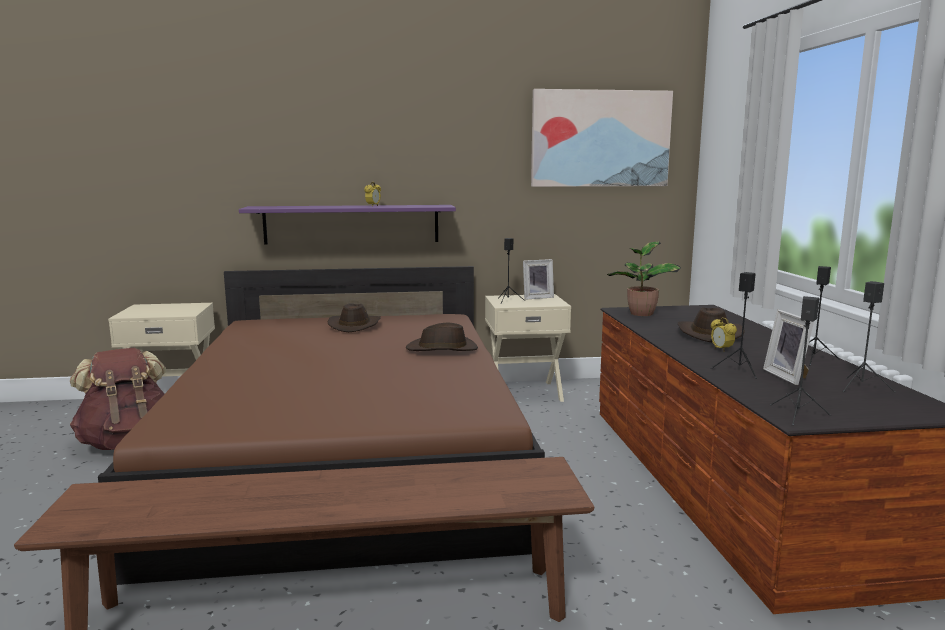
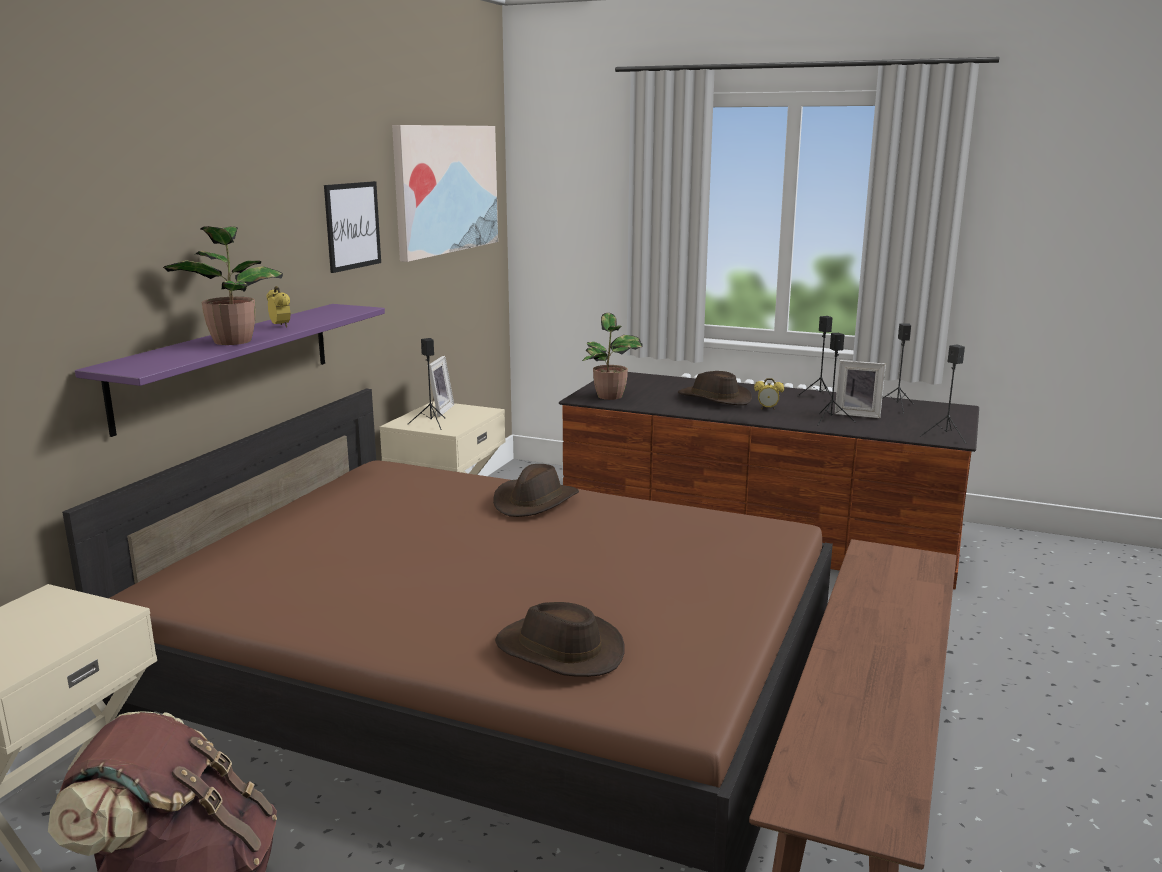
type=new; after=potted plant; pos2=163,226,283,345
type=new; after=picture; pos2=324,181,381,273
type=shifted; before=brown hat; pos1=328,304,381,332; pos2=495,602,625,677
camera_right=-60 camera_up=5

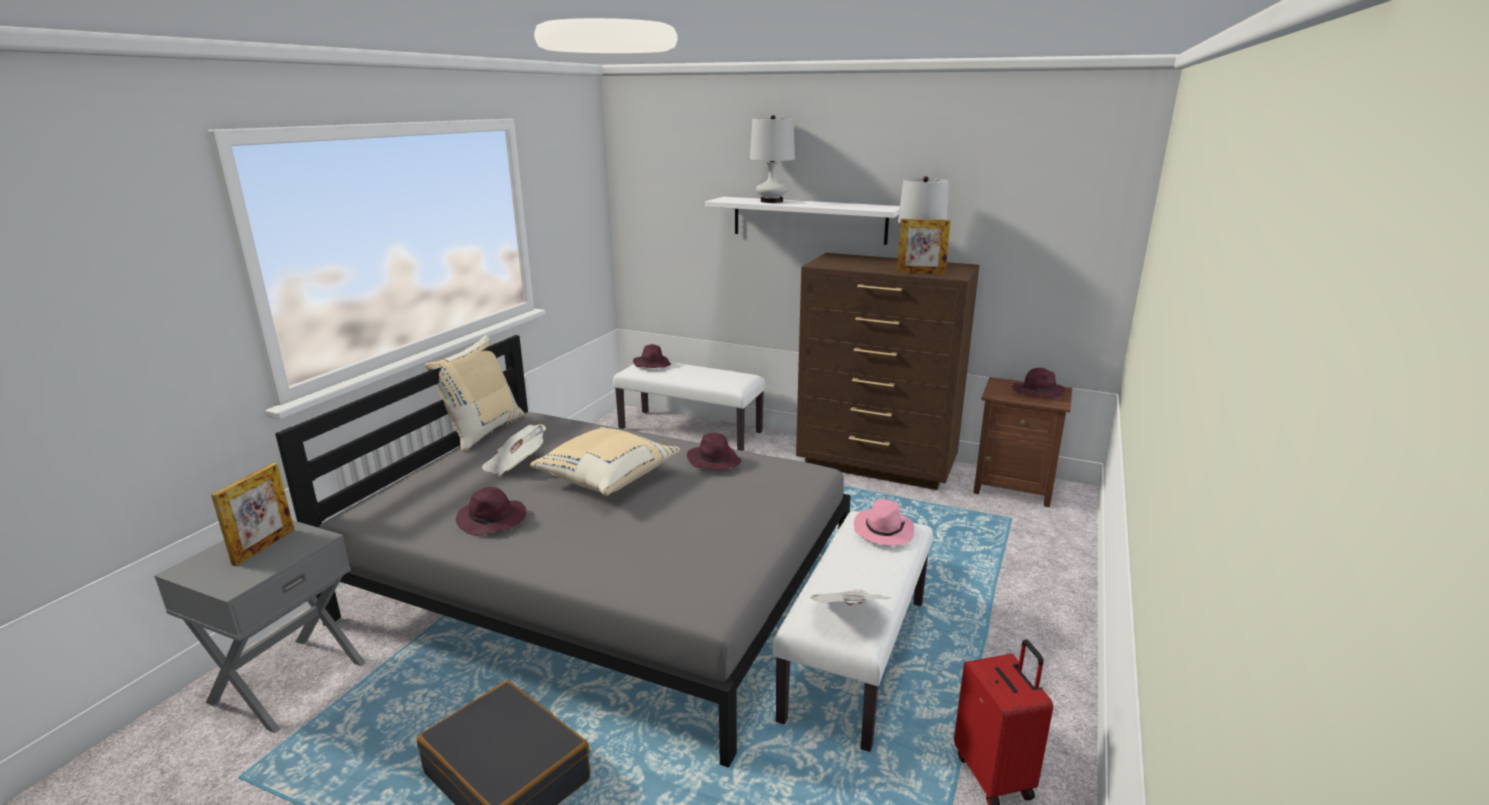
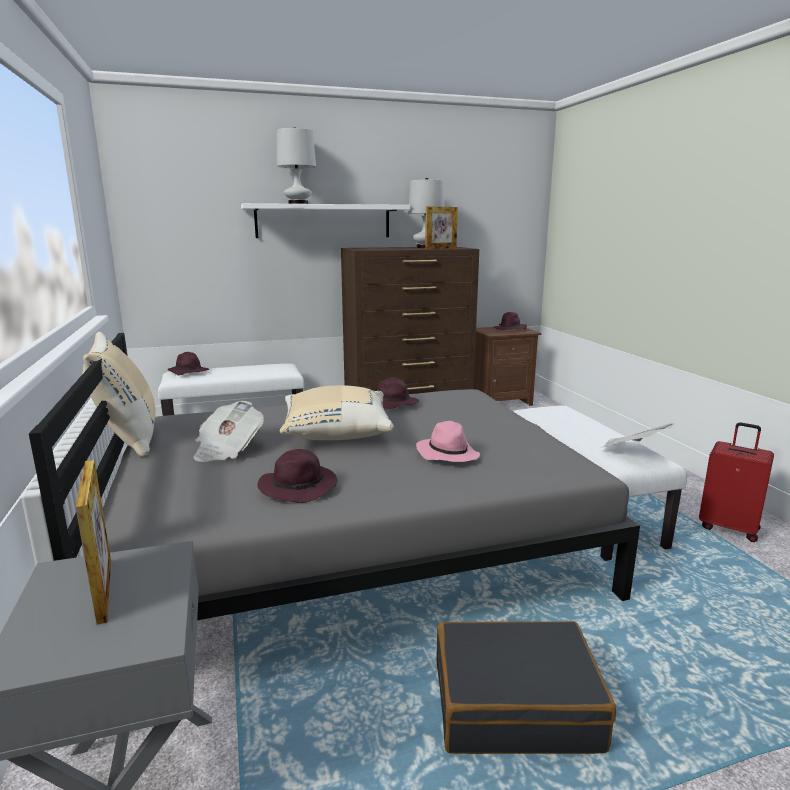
type=shifted; before=pink hat; pos1=854,499,914,546; pos2=416,421,480,462
camera_right=-40 camera_up=-5

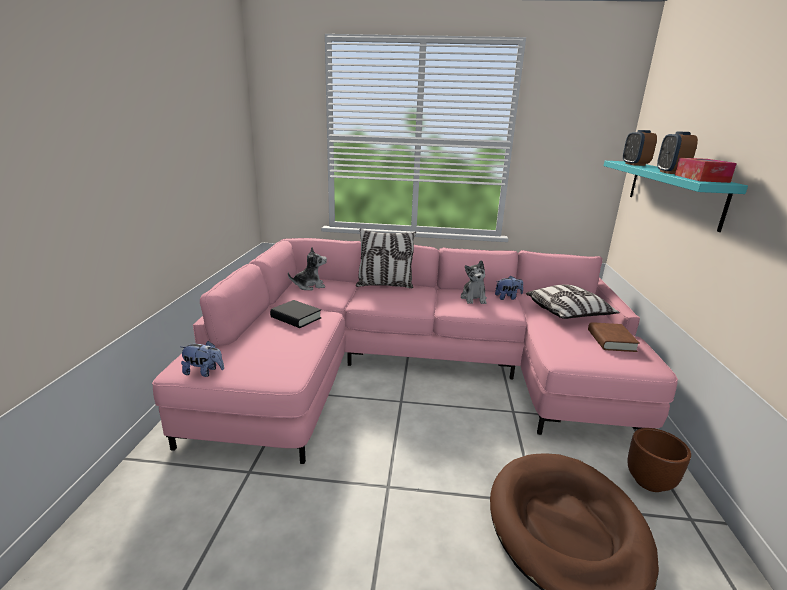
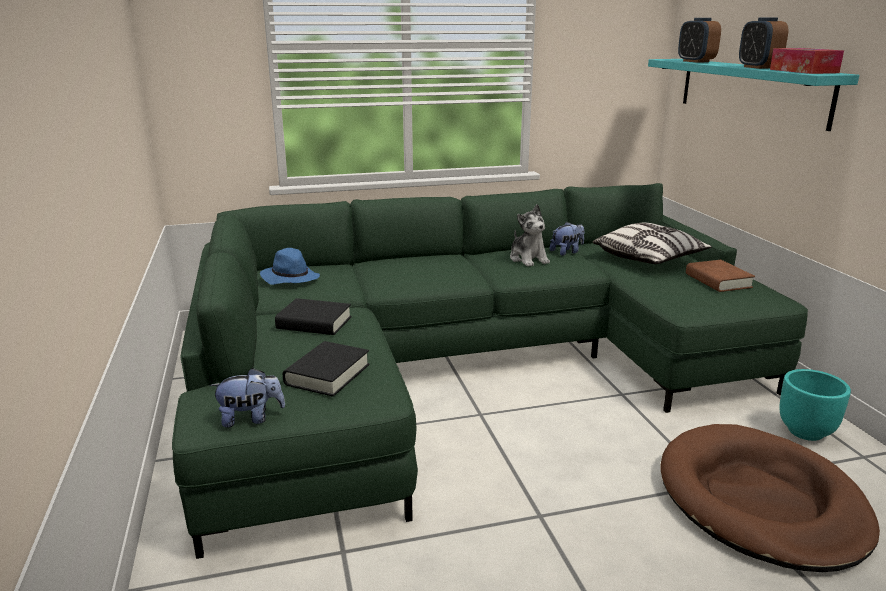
type=repainted; before=pink sofa; after=green sofa; pos1=152,238,678,464; pos2=172,183,808,559
type=swapped; before=plush toy; after=blue hat; pos1=288,247,327,290; pos2=260,248,320,285
type=new; after=black book; pos2=283,341,370,397
type=repainted; before=brown planter; after=turquoise planter; pos1=627,428,691,492; pos2=779,369,851,441
type=gone; before=pillow; pos1=356,228,416,288
camera_right=-20 camera_up=0

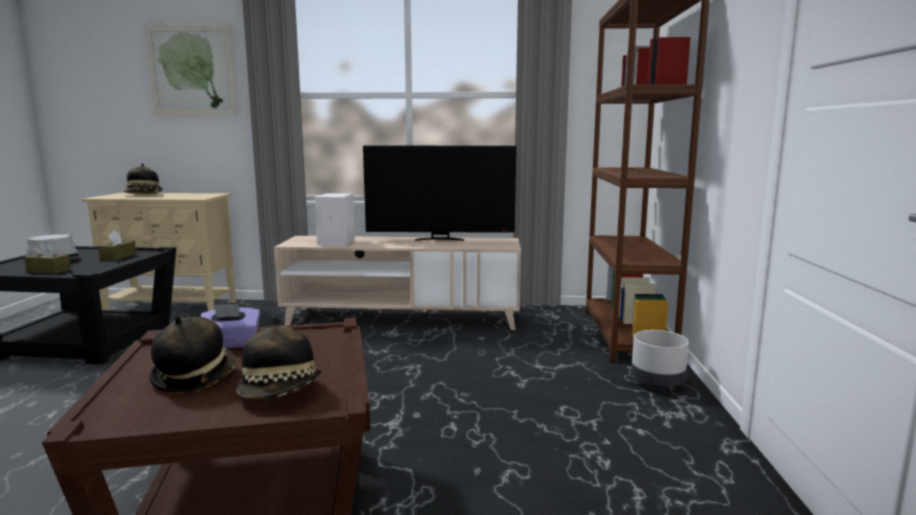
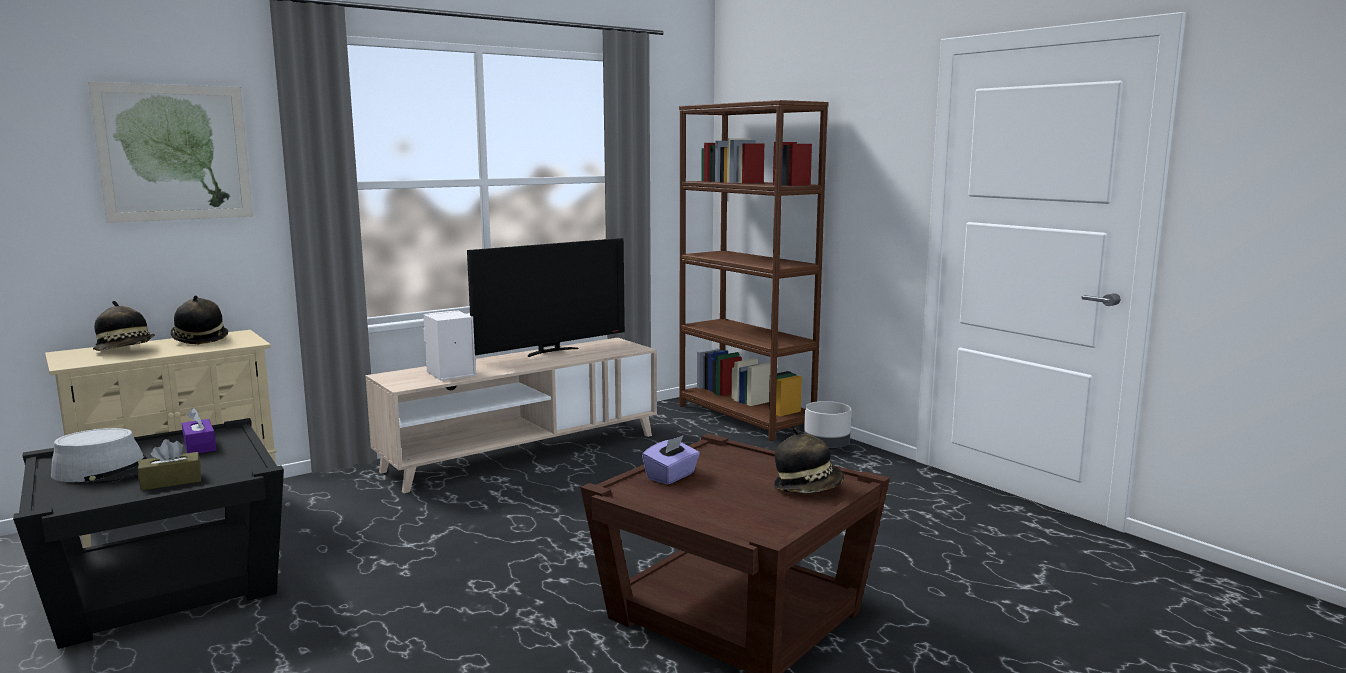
type=shifted; before=hat; pos1=149,316,237,394; pos2=170,295,228,344
type=repainted; before=brown tissue box; after=purple tissue box; pos1=98,230,136,260; pos2=182,408,216,453
camera_right=-40 camera_up=0

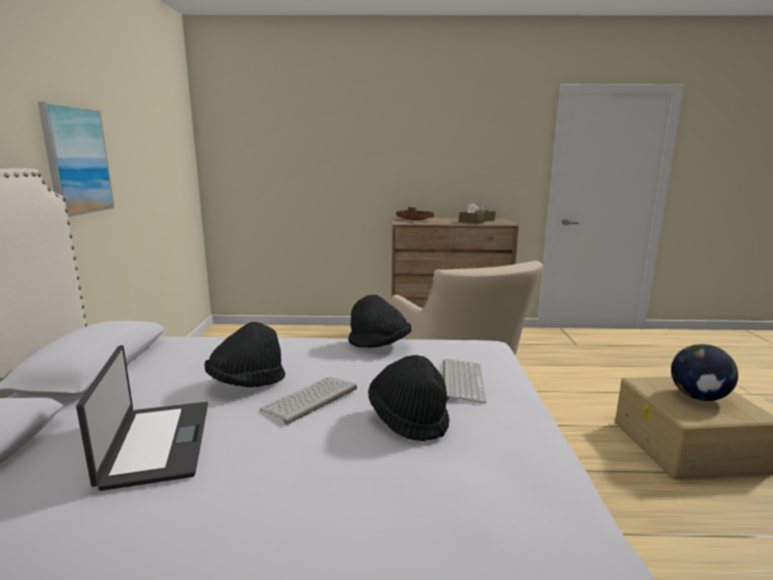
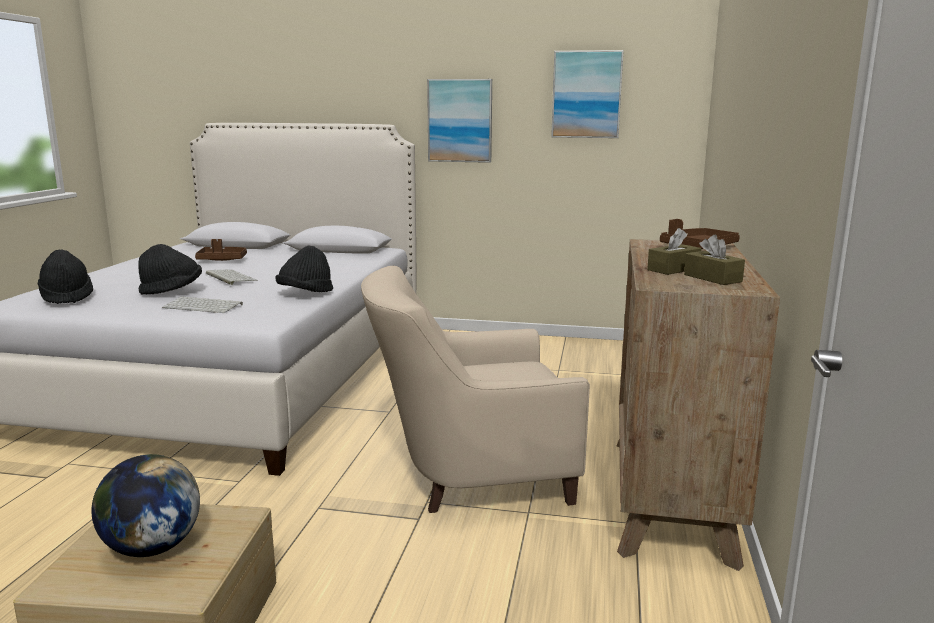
type=shifted; before=black hat; pos1=204,322,285,387; pos2=38,250,93,304
type=swapped; before=laptop; after=brown tray; pos1=76,345,208,491; pos2=195,239,247,261
type=new; after=picture; pos2=551,50,624,138
camera_right=100 camera_up=0

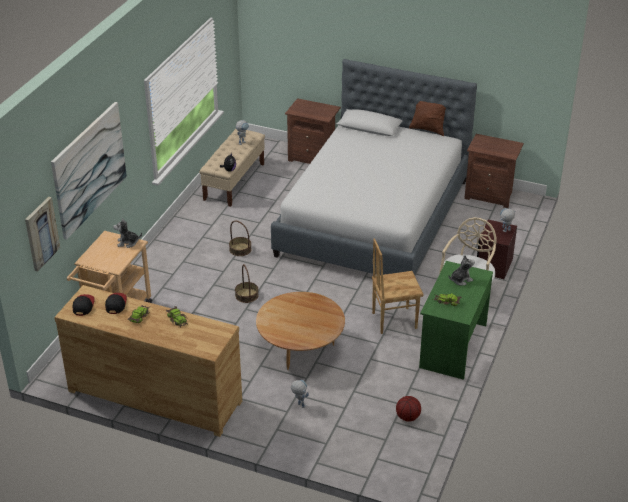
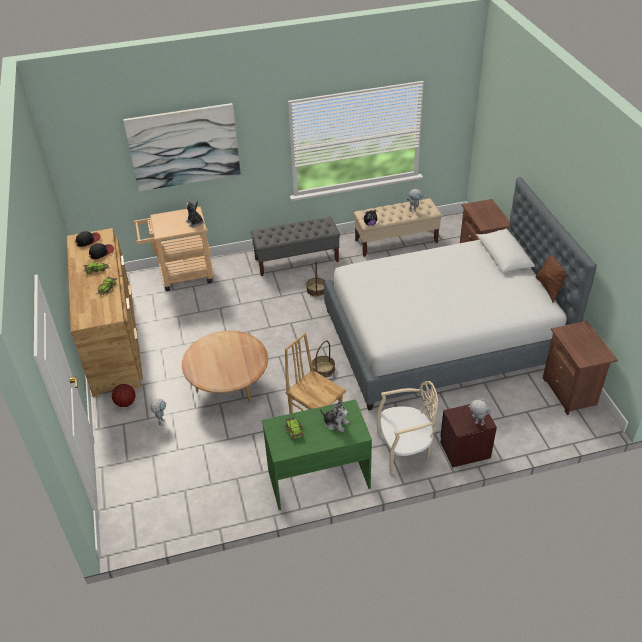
type=shifted; before=basketball; pos1=396,396,421,422; pos2=112,384,136,407
type=new; after=grey bench; pos2=251,217,340,276
type=shifted; before=basket; pos1=235,264,259,303; pos2=312,341,335,378
type=gone; before=picture; pos1=25,197,60,271
camera_right=55 camera_up=5

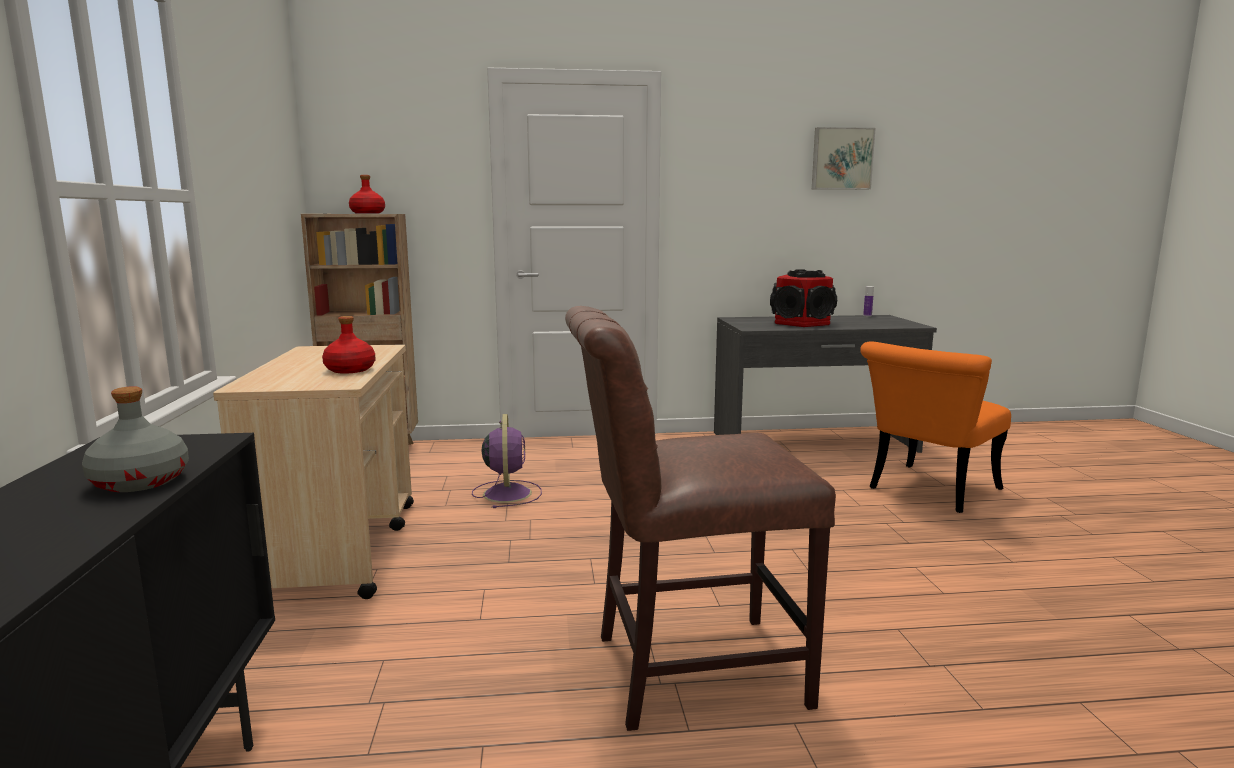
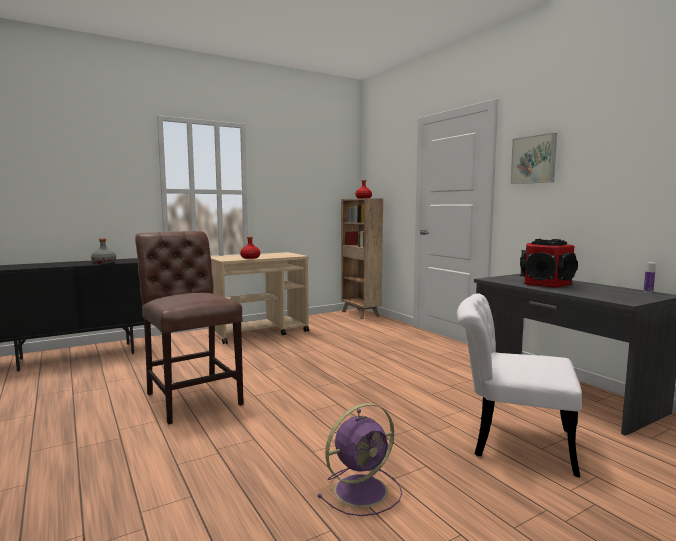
type=shifted; before=purple fan; pos1=472,414,542,508; pos2=317,403,402,516
type=repainted; before=orange chair; after=white chair; pos1=860,341,1011,513; pos2=457,293,582,477
type=shifted; before=picture; pos1=812,127,876,190; pos2=510,133,557,184
camera_right=65 camera_up=-5

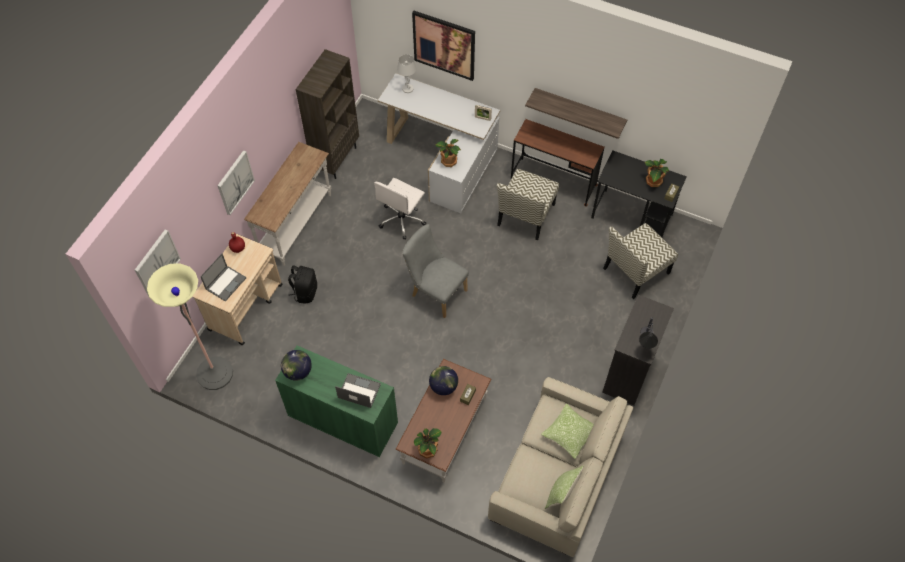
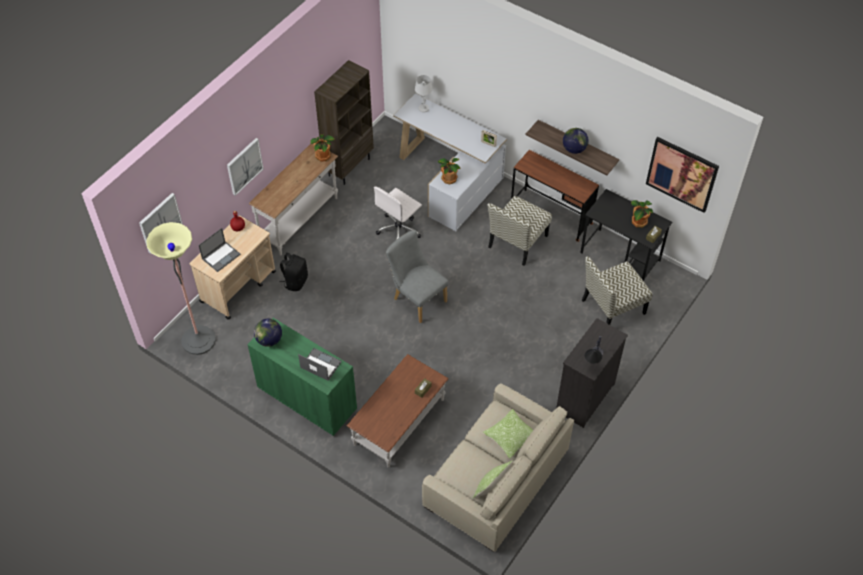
type=shifted; before=potted plant; pos1=414,428,442,458; pos2=311,134,335,162
type=shifted; before=globe; pos1=429,366,458,395; pos2=563,128,589,154
type=shifted; before=picture; pos1=412,11,475,81; pos2=646,137,719,213
camera_right=10 camera_up=-5

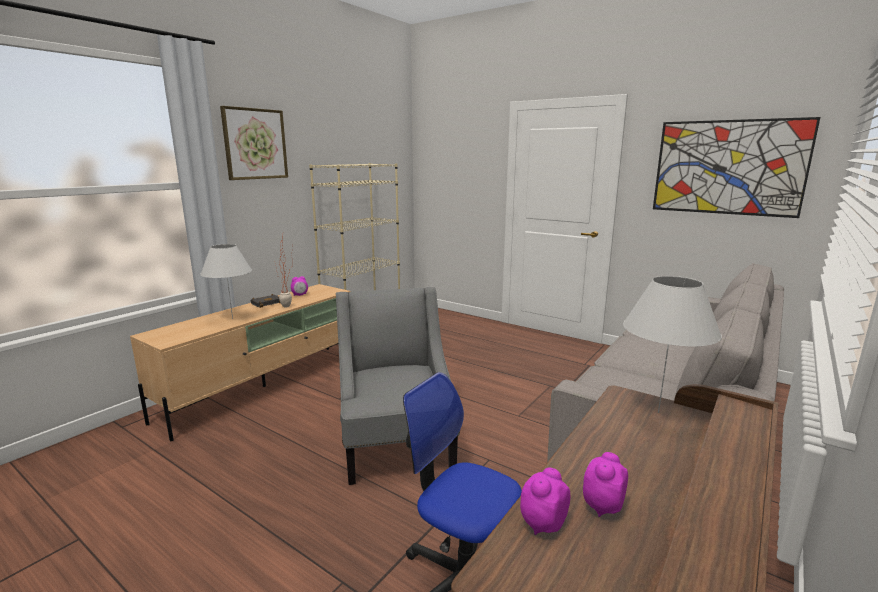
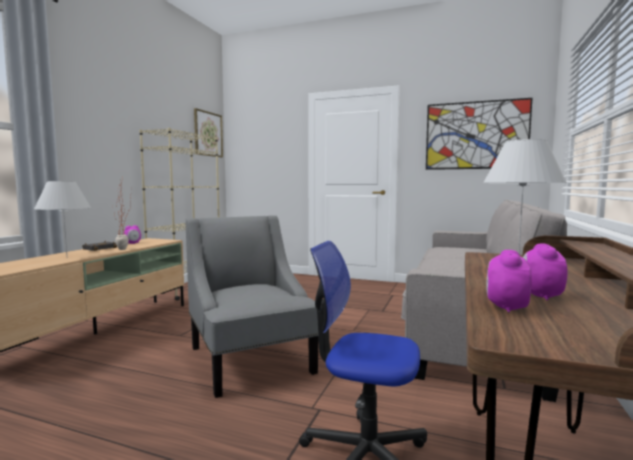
type=shifted; before=picture; pos1=220,106,288,180; pos2=194,108,223,157
camera_right=-15 camera_up=-10

